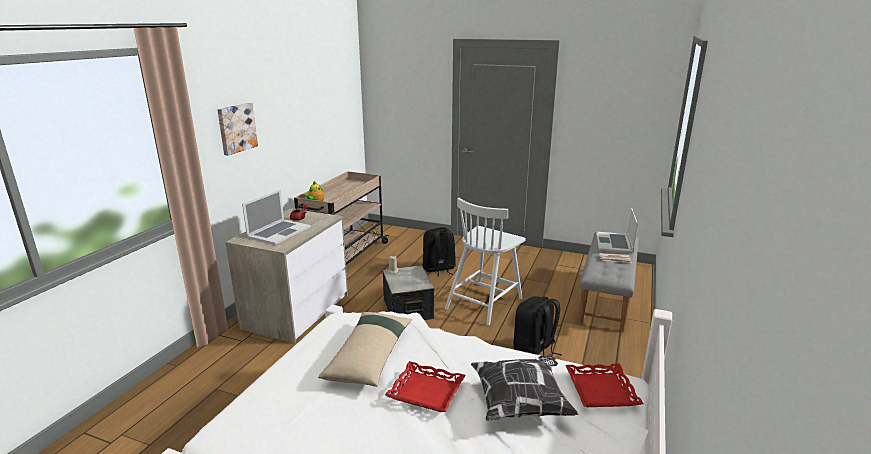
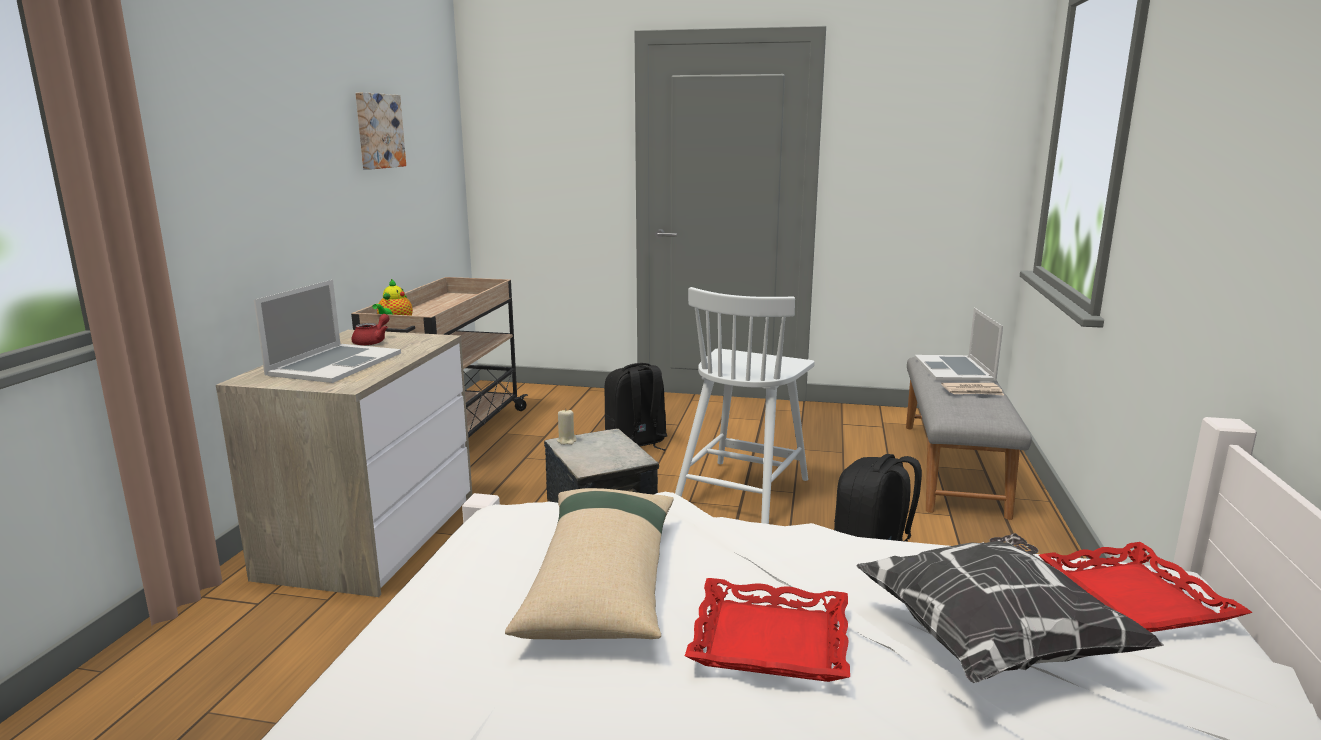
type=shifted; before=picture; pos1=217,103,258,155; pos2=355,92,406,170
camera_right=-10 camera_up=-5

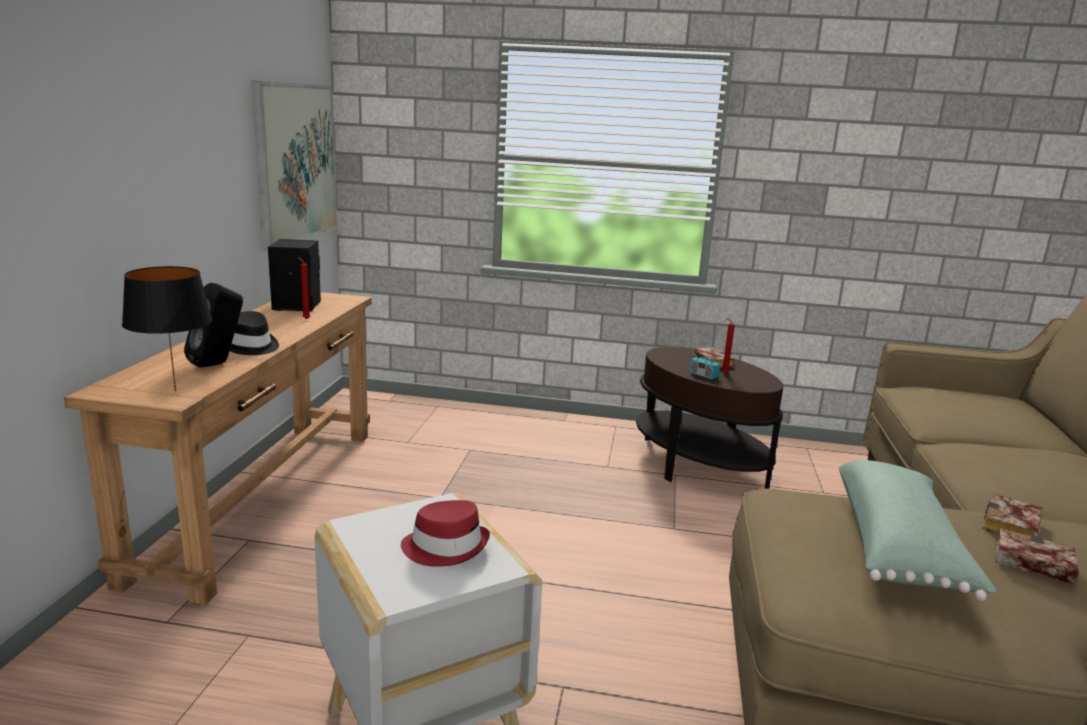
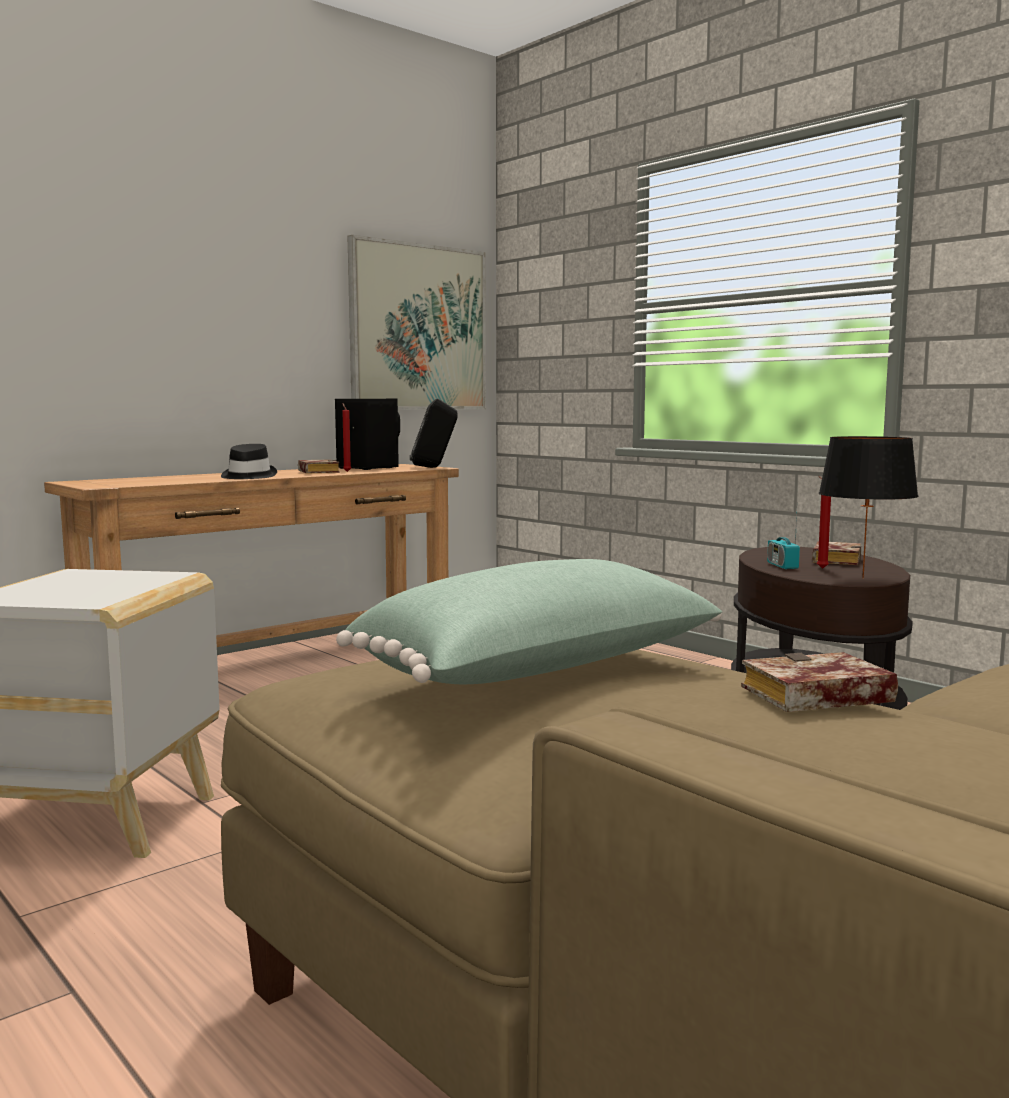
type=shifted; before=book; pos1=996,528,1079,585; pos2=298,459,340,474
type=shifted; before=black speaker; pos1=184,283,243,368; pos2=410,399,458,468
type=shifted; before=black table lamp; pos1=122,266,212,391; pos2=819,436,919,579
type=gone; before=red hat; pos1=401,500,490,567
camera_right=40 camera_up=-10

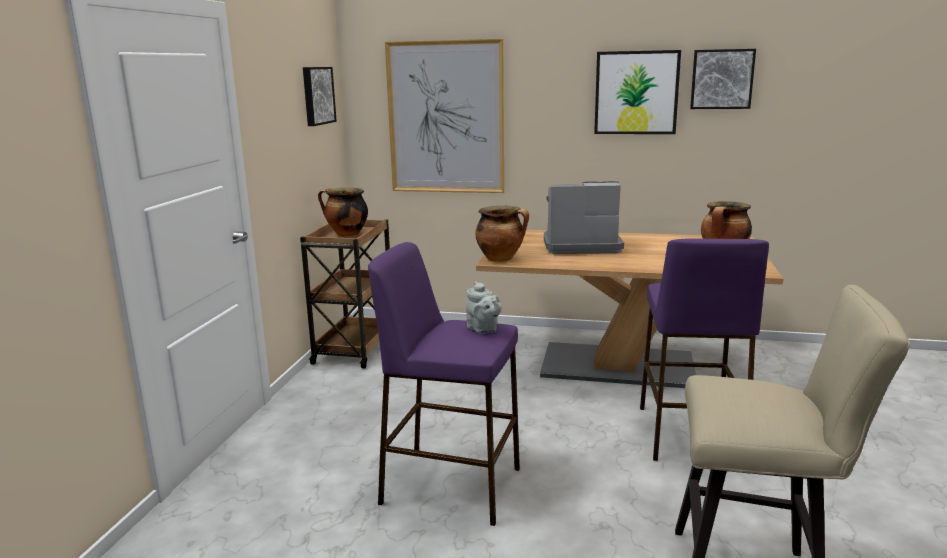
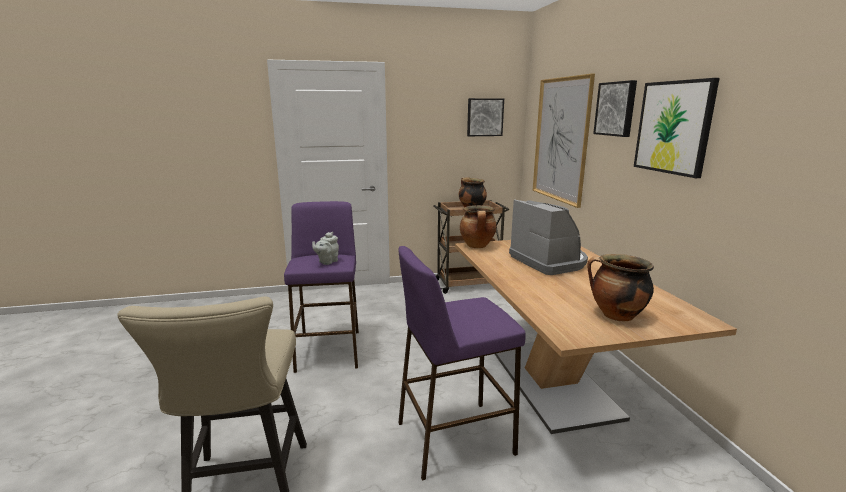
type=shifted; before=picture; pos1=690,49,756,109; pos2=593,80,637,137
camera_right=65 camera_up=0

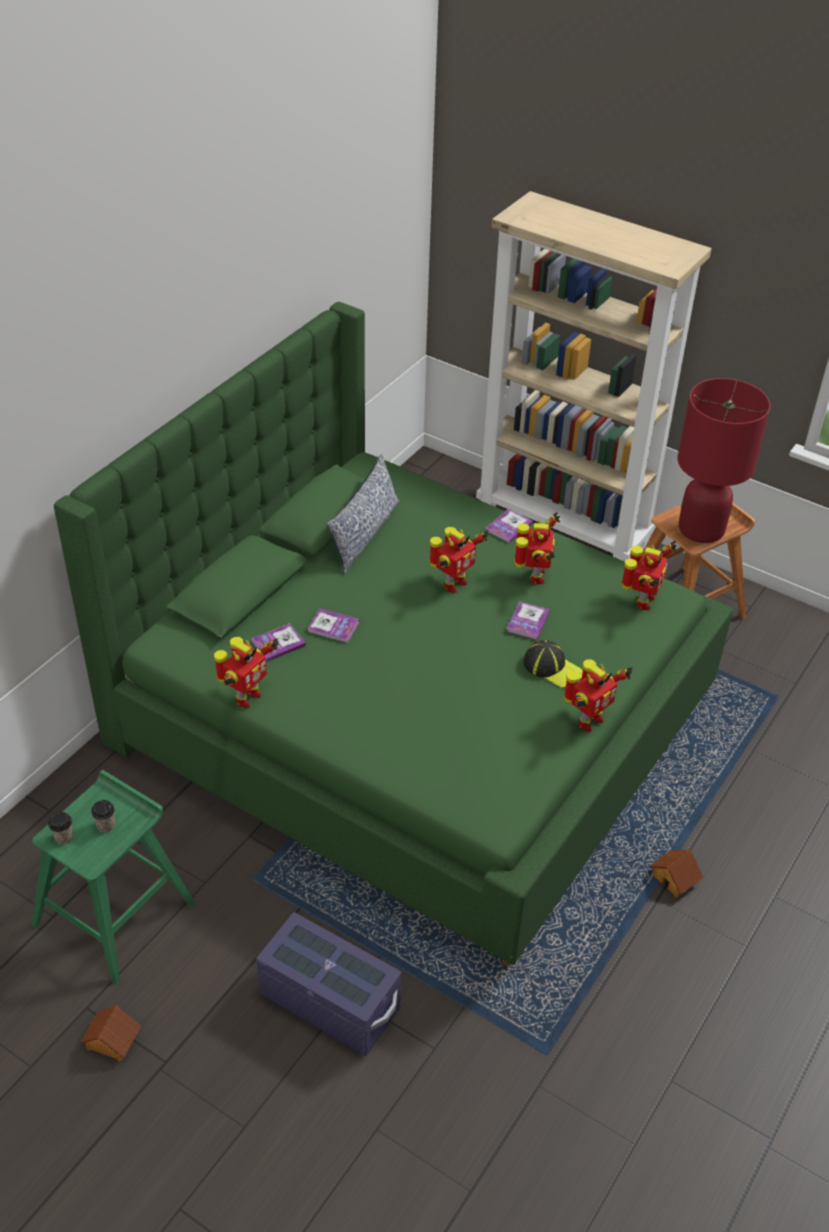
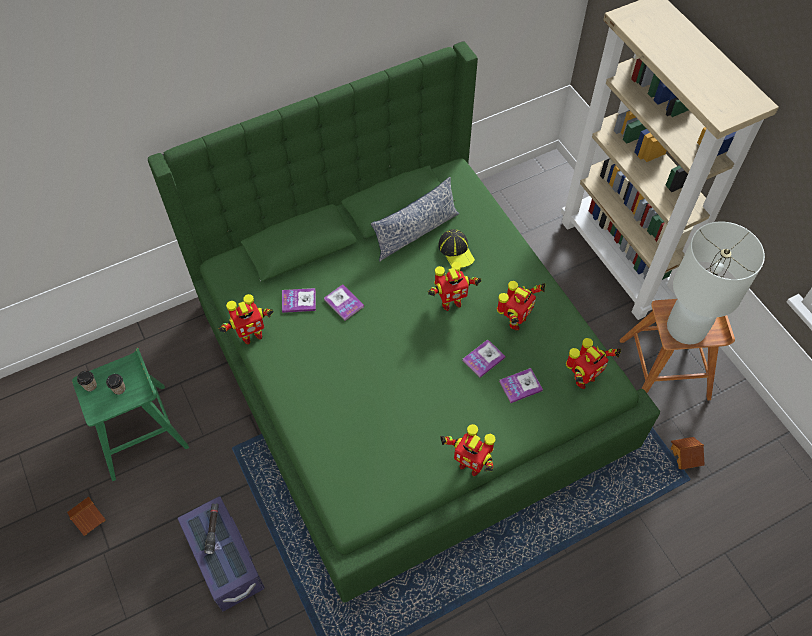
type=new; after=black flashlight; pos2=204,503,219,554
type=shifted; before=cap; pos1=524,640,583,688; pos2=438,229,475,268
type=rotated; before=toy robot; pos1=564,659,633,732; pos2=440,424,496,476; turn=45
type=shifted; before=book; pos1=486,509,533,543; pos2=499,368,543,403
type=repainted; before=red table lamp; after=white table lamp; pos1=678,378,770,543; pos2=667,222,765,344
type=shifted; before=toy house; pos1=649,850,703,898; pos2=671,437,705,469
camera_right=30 camera_up=15

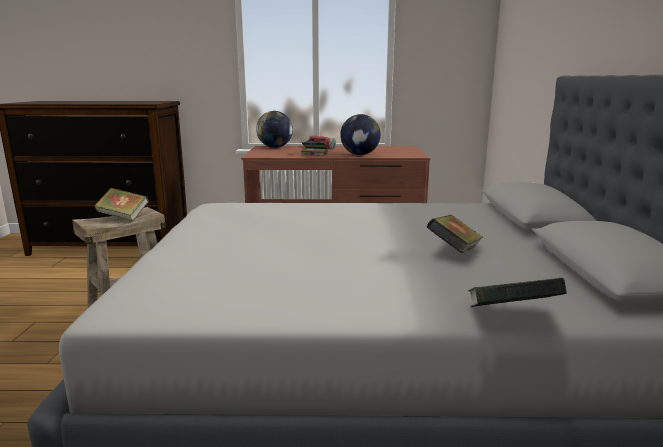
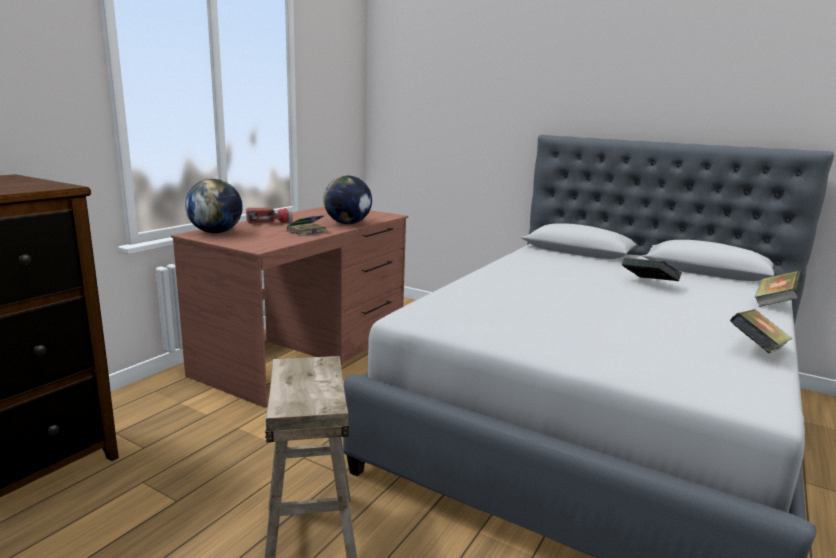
type=shifted; before=book; pos1=94,188,149,221; pos2=730,309,792,353
camera_right=-60 camera_up=0

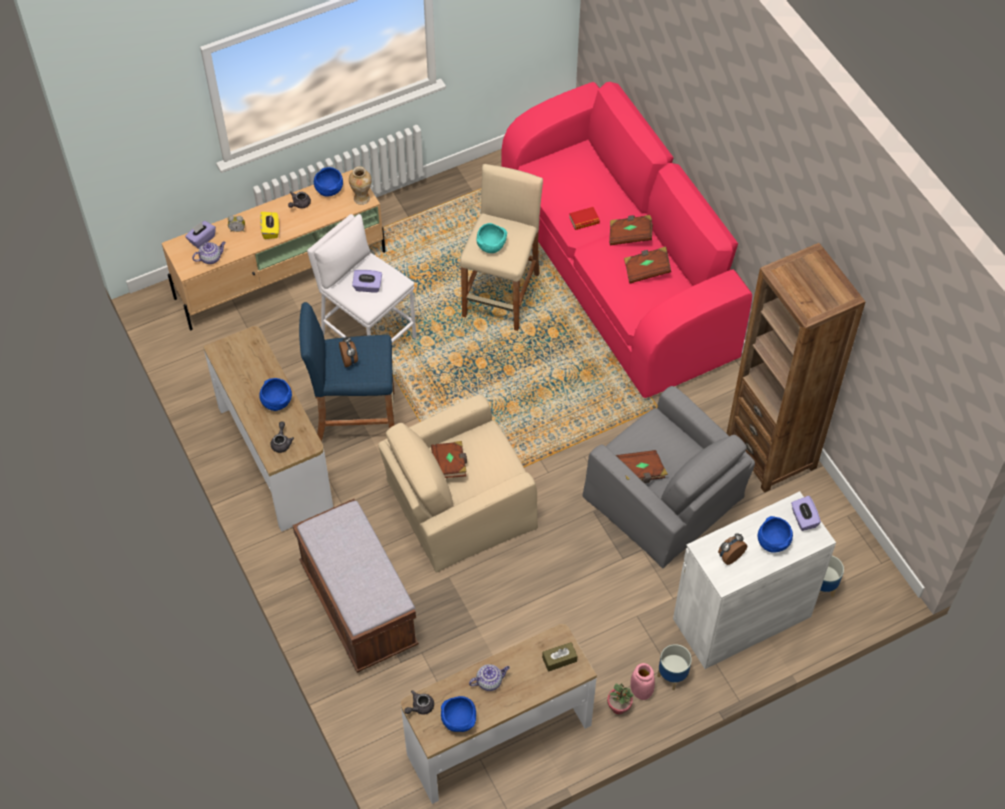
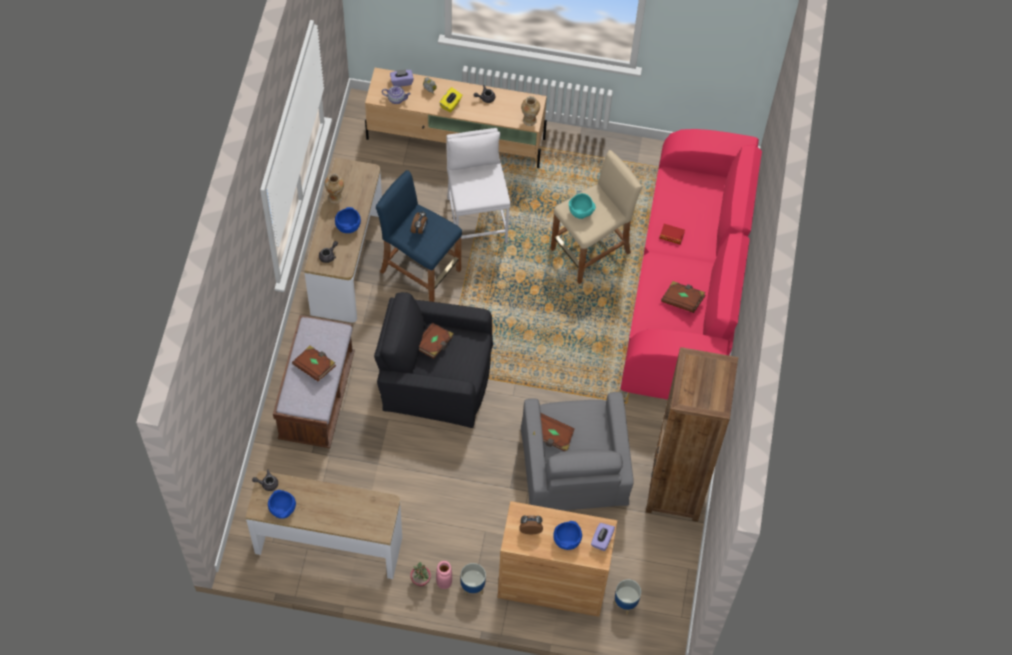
type=shifted; before=brown book; pos1=609,215,653,245; pos2=292,346,336,381
type=new; after=vase; pos2=325,173,344,203
type=repainted; before=beige armchair; after=black armchair; pos1=378,395,538,573; pos2=374,292,493,428
type=repainted; before=white cabinet; after=brown cabinet; pos1=673,491,836,669; pos2=498,501,617,617
type=gone; before=blue bowl; pos1=314,167,343,197
type=gone; before=purple tissue box; pos1=352,270,382,293
type=gone; before=teapot; pos1=469,664,510,691
type=gone; before=brown tissue box; pos1=542,642,577,672
camera_right=35 camera_up=5

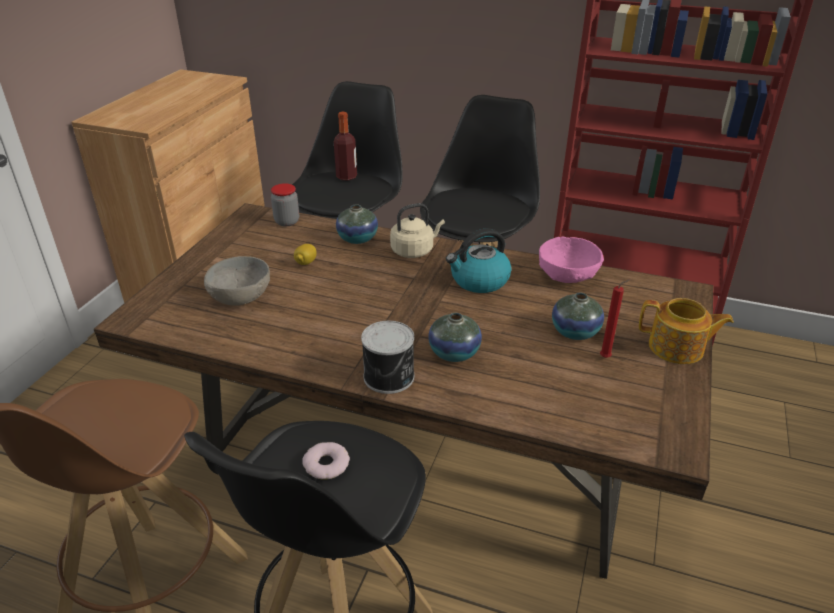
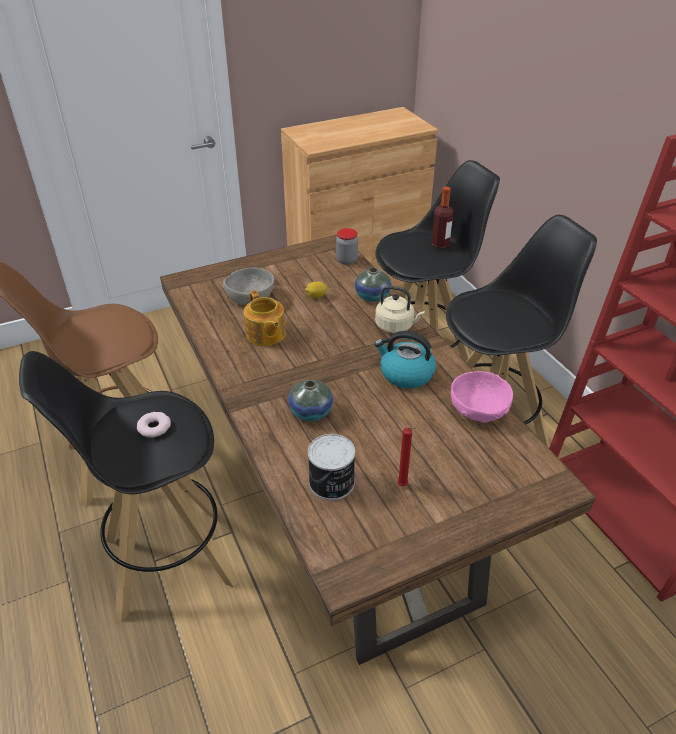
type=shifted; before=teapot; pos1=639,298,734,364; pos2=244,290,286,346
type=shifted; before=can; pos1=361,321,414,394; pos2=308,434,355,500
type=gone; before=vase; pos1=552,293,604,340
camera_right=45 camera_up=5

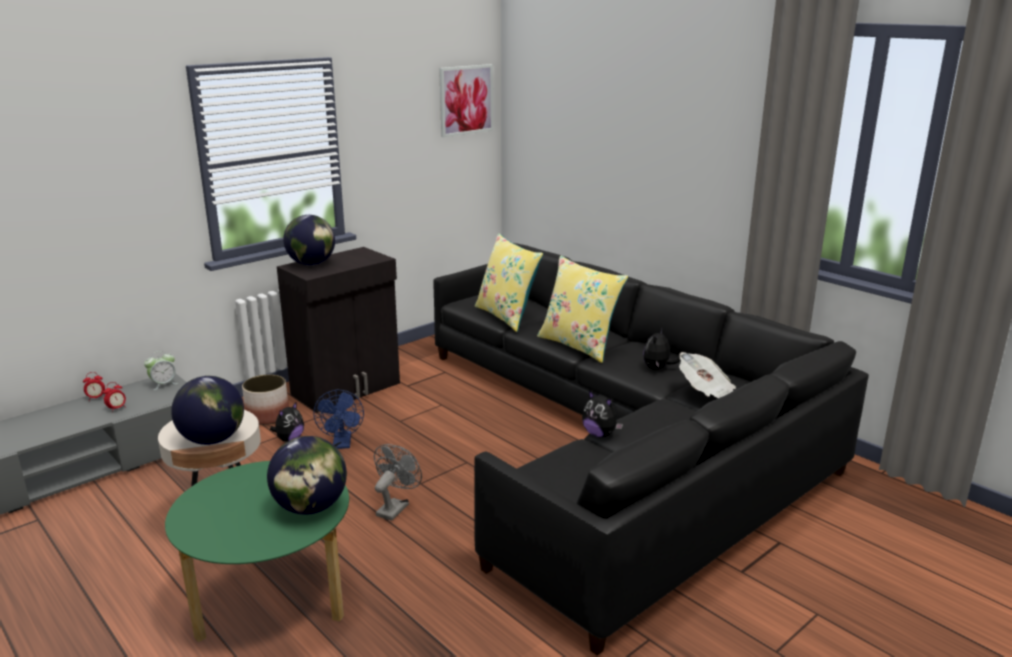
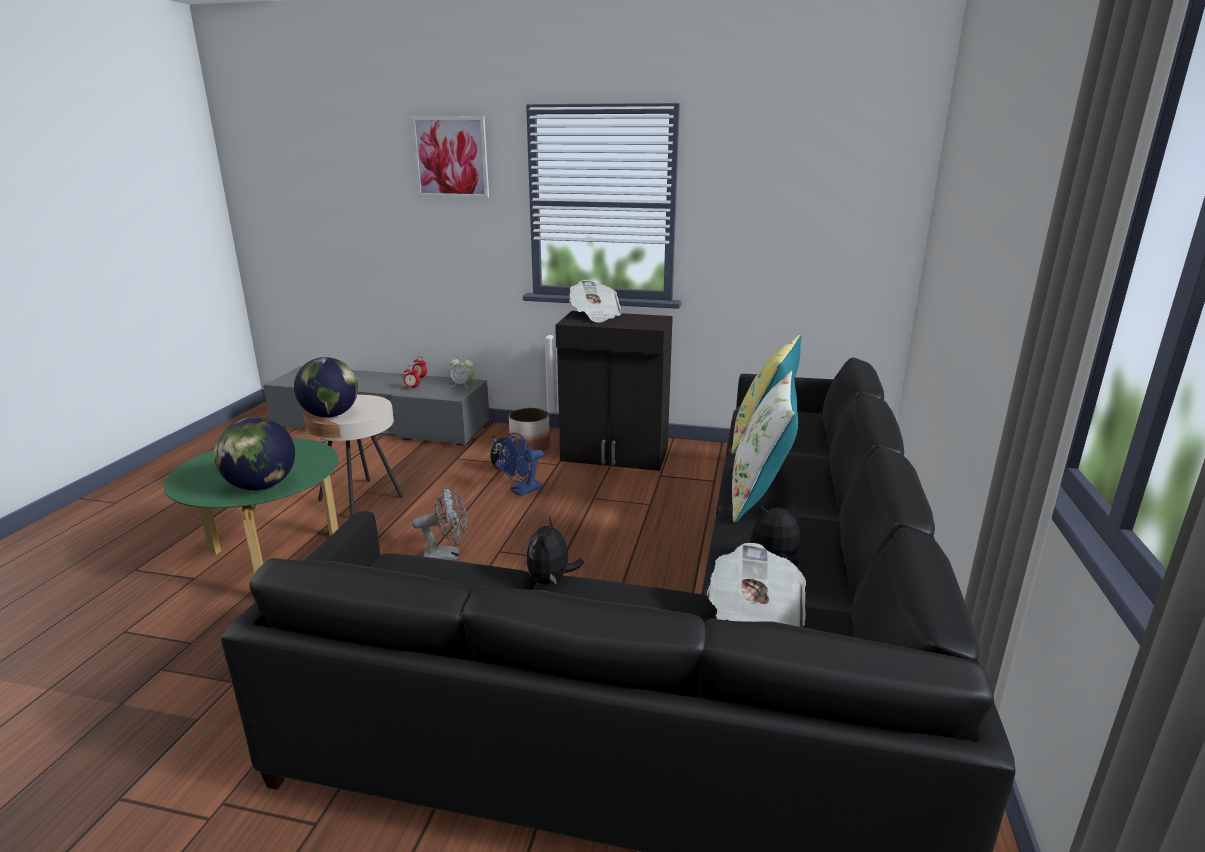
type=shifted; before=picture; pos1=439,64,493,137; pos2=411,117,489,198
type=swapped; before=globe; after=newspaper; pos1=283,215,335,266; pos2=569,280,621,323
type=repainted; before=yellow pillow; after=white pillow; pos1=537,256,628,363; pos2=732,371,798,522
camera_right=55 camera_up=0

